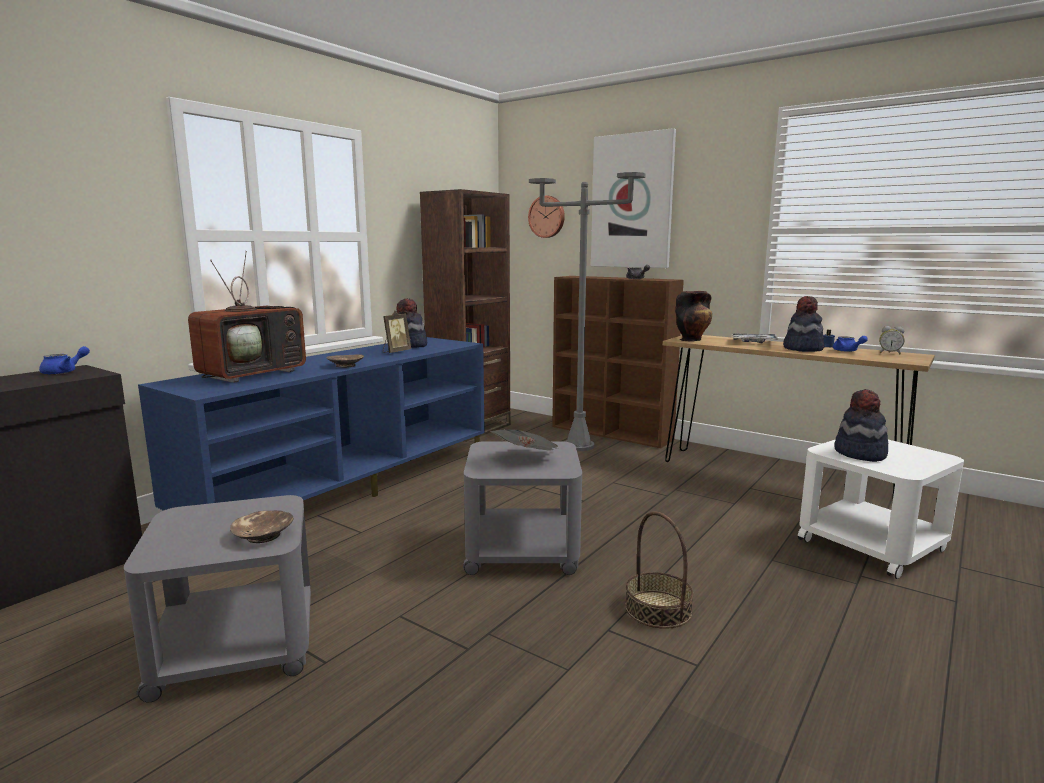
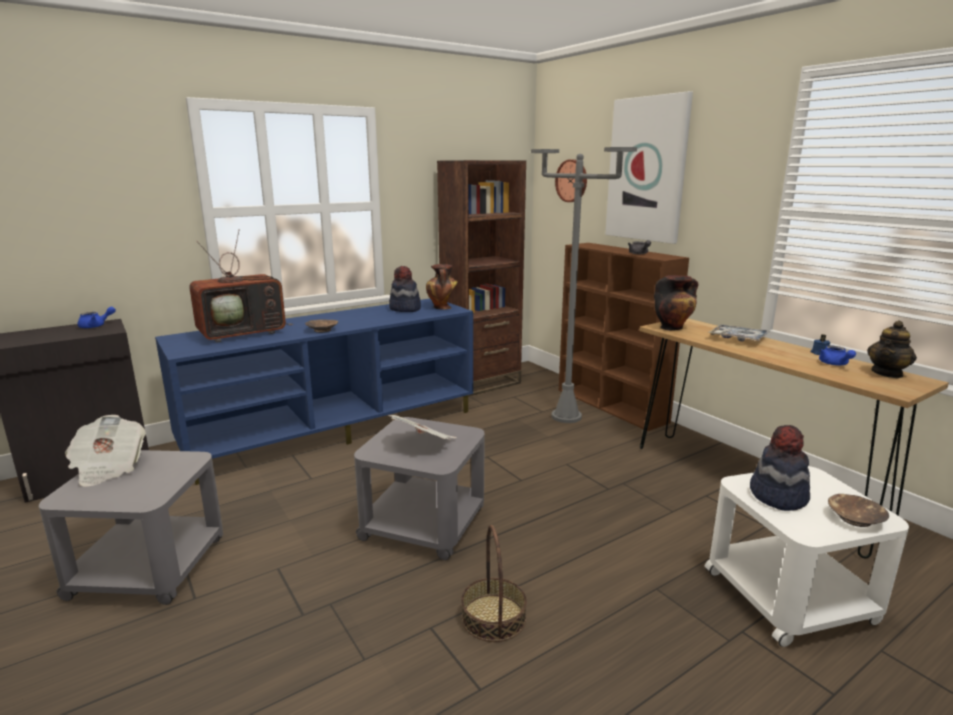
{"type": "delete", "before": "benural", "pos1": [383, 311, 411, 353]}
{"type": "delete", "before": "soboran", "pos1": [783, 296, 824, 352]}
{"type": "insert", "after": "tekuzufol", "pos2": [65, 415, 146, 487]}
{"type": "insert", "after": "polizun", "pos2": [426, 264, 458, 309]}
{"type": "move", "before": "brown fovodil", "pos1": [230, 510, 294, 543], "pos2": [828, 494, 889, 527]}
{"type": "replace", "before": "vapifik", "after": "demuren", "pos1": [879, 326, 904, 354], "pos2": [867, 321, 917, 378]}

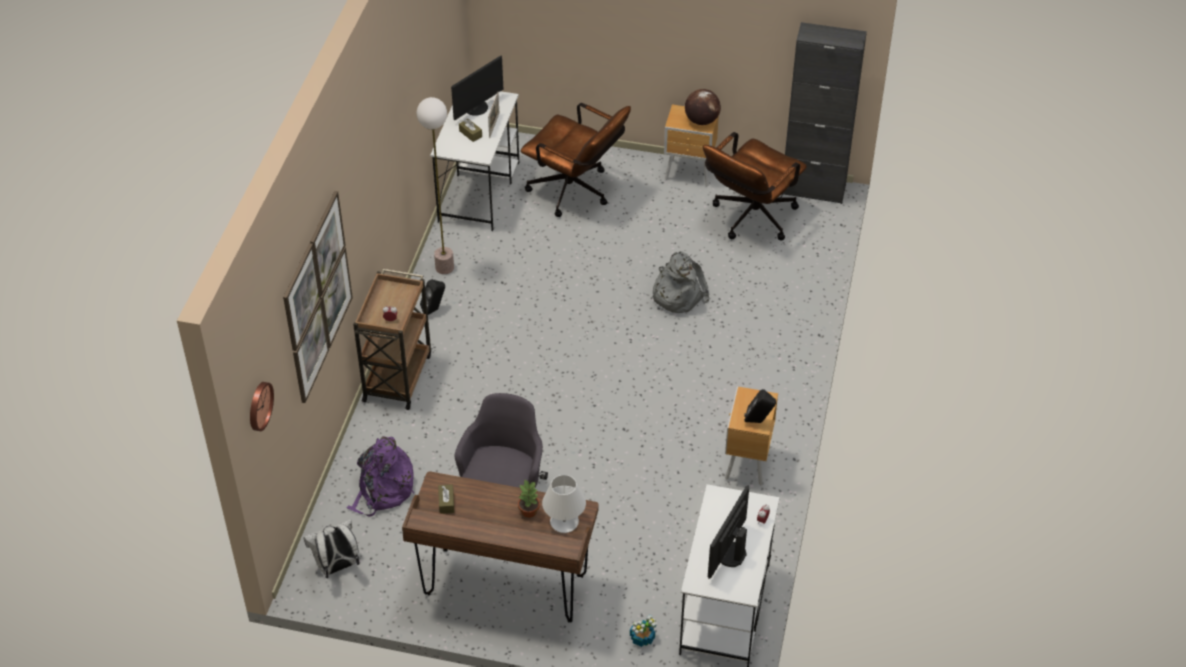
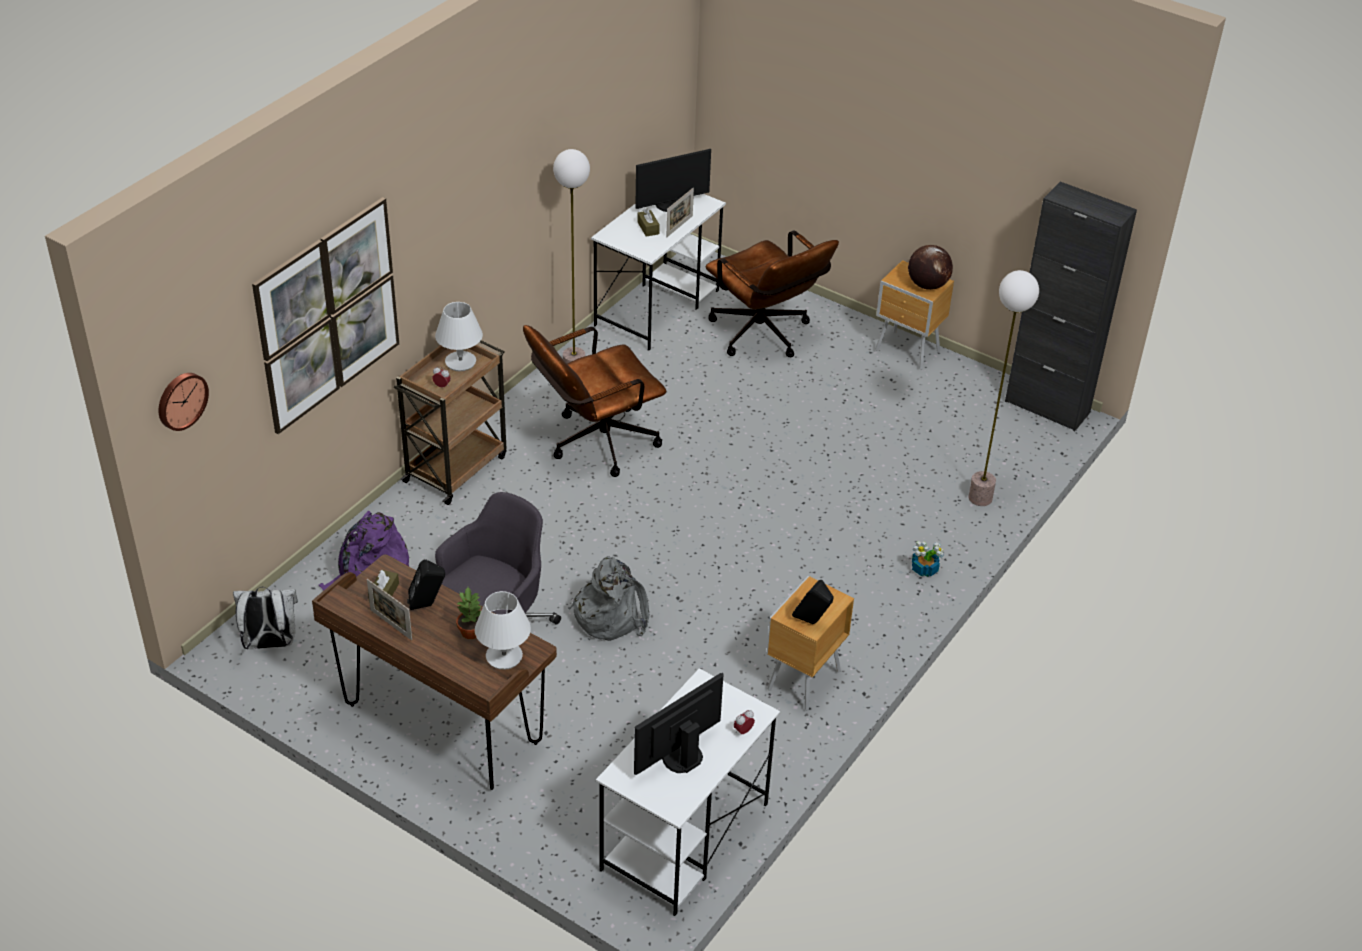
{"type": "insert", "after": "benural", "pos2": [367, 579, 412, 640]}
{"type": "insert", "after": "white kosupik", "pos2": [435, 302, 483, 371]}
{"type": "insert", "after": "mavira", "pos2": [968, 270, 1039, 506]}
{"type": "move", "before": "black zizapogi", "pos1": [420, 279, 445, 315], "pos2": [407, 560, 445, 610]}
{"type": "move", "before": "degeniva", "pos1": [630, 615, 657, 647], "pos2": [912, 541, 944, 577]}
{"type": "move", "before": "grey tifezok", "pos1": [650, 252, 709, 313], "pos2": [568, 556, 649, 641]}
{"type": "move", "before": "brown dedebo", "pos1": [703, 132, 807, 241], "pos2": [523, 325, 667, 477]}

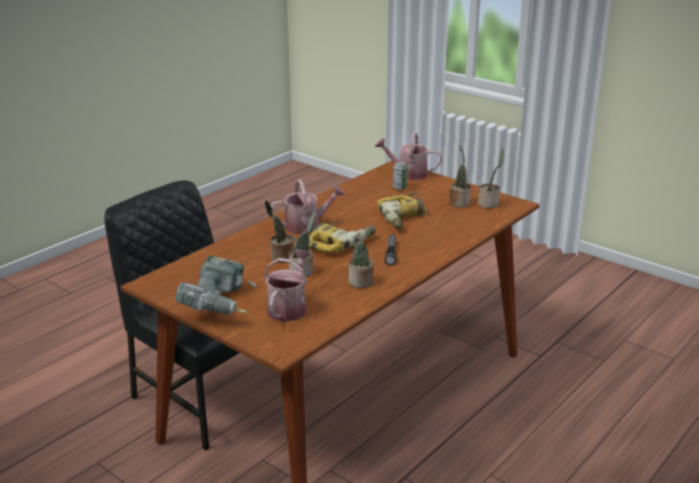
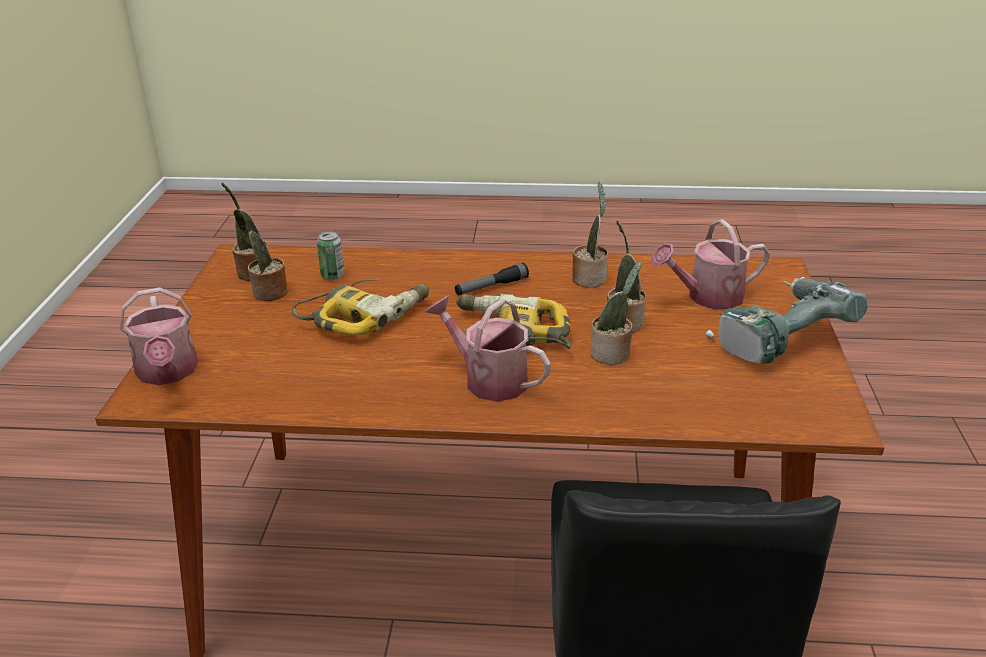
{"type": "move", "before": "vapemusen", "pos1": [393, 162, 407, 190], "pos2": [317, 231, 344, 280]}

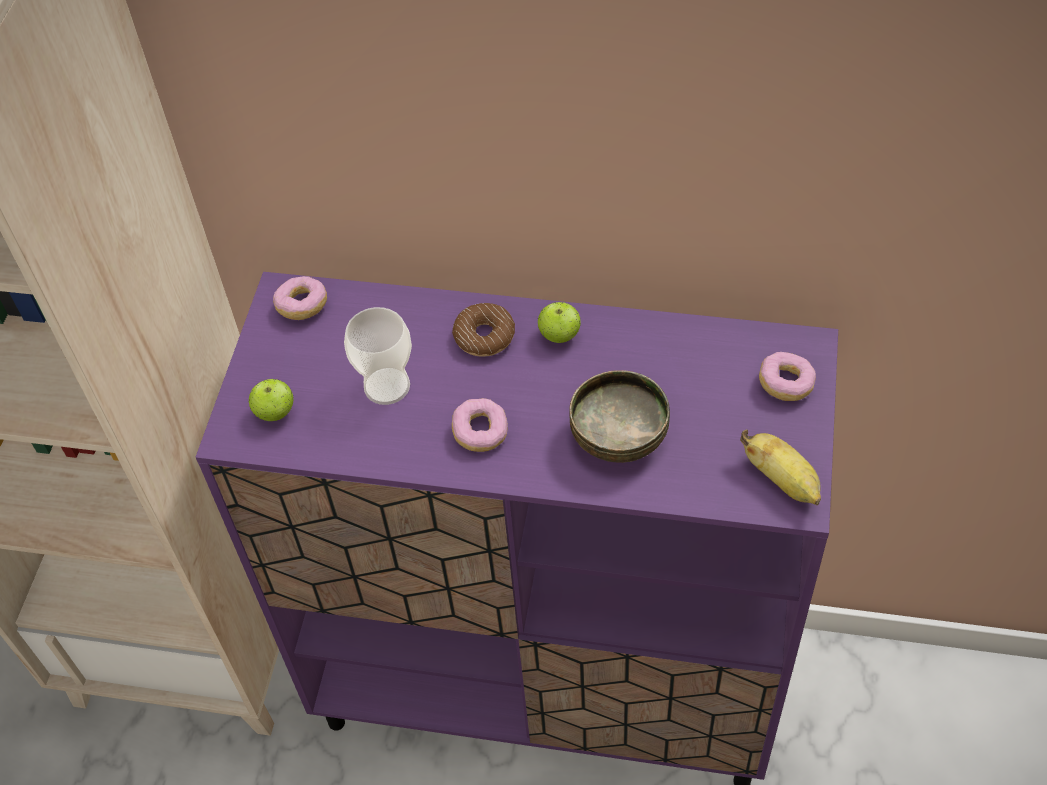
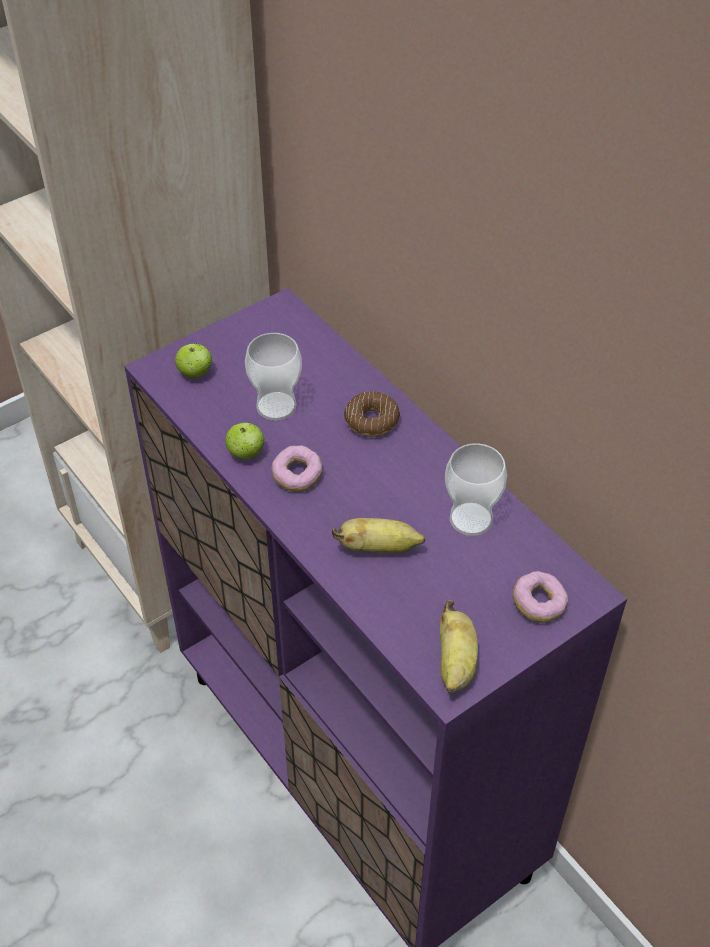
{"type": "delete", "before": "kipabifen", "pos1": [273, 276, 327, 320]}
{"type": "insert", "after": "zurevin", "pos2": [445, 443, 507, 536]}
{"type": "move", "before": "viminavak", "pos1": [538, 302, 581, 343], "pos2": [225, 423, 264, 459]}
{"type": "replace", "before": "fovodil", "after": "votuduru", "pos1": [569, 370, 670, 463], "pos2": [332, 518, 425, 553]}

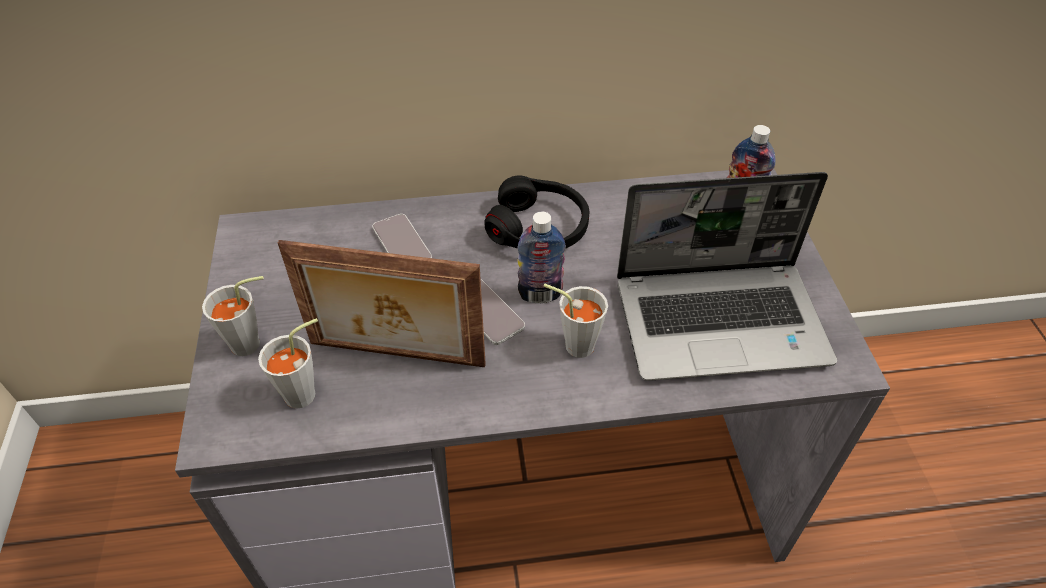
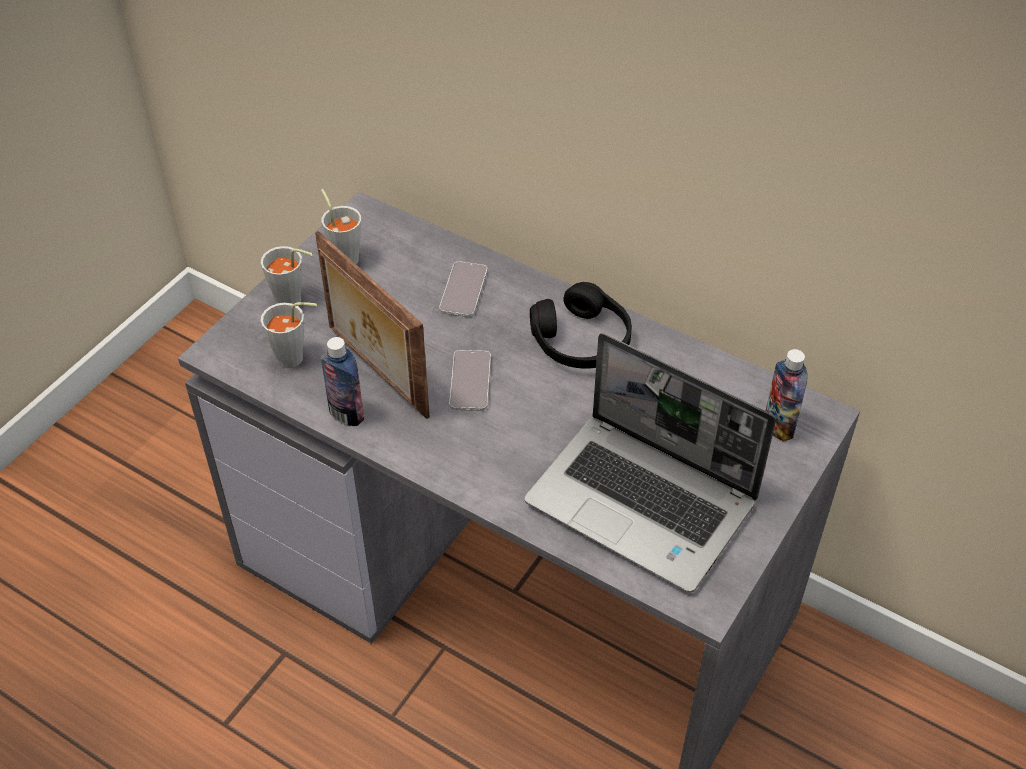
{"type": "move", "before": "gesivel", "pos1": [517, 211, 566, 303], "pos2": [321, 337, 364, 426]}
{"type": "move", "before": "grey zurevin", "pos1": [543, 284, 608, 358], "pos2": [321, 189, 361, 264]}

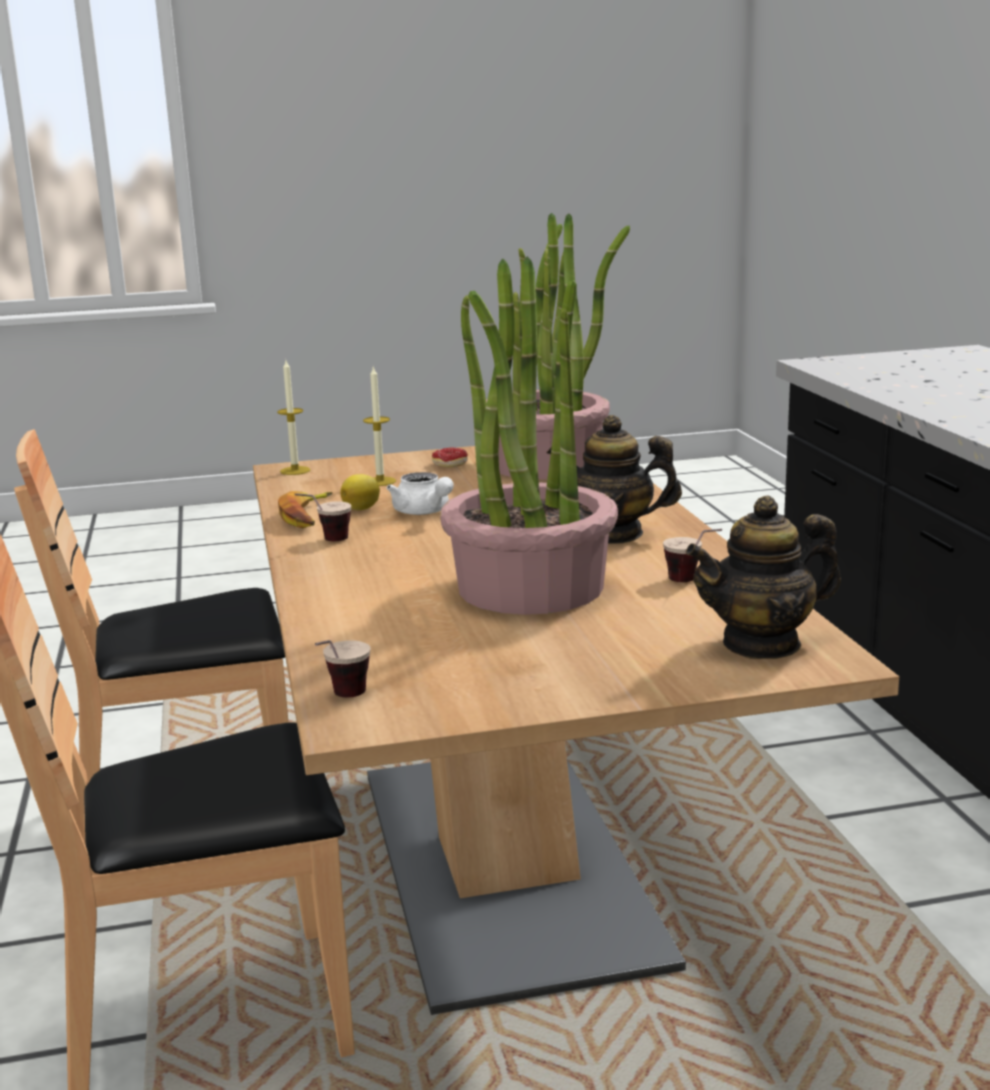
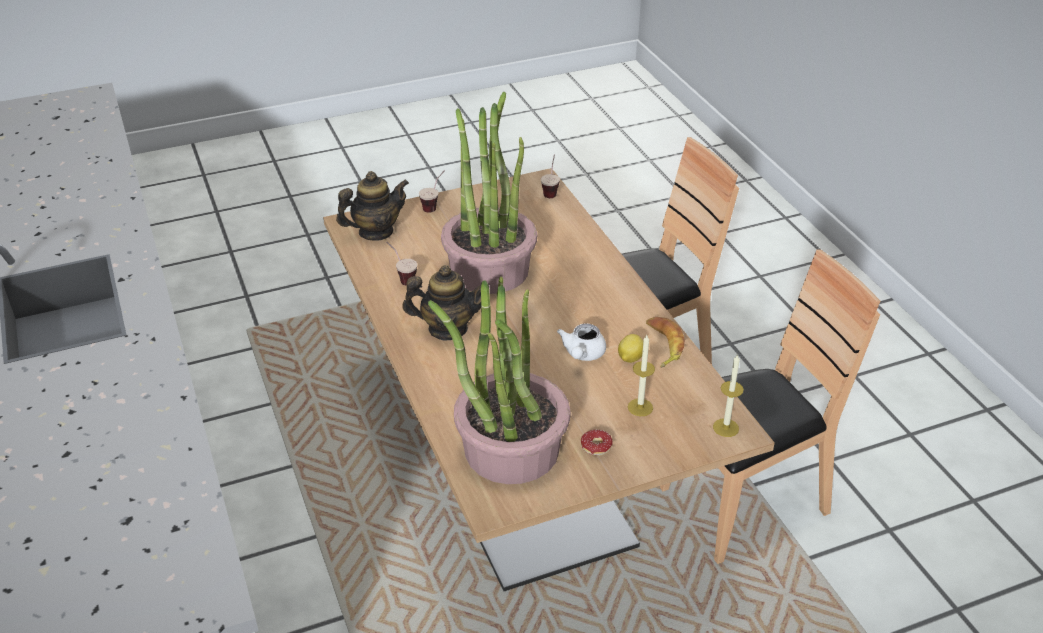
{"type": "move", "before": "zurevin", "pos1": [294, 493, 352, 541], "pos2": [419, 170, 445, 213]}
{"type": "rotate", "before": "white demuren", "pos1": [386, 472, 454, 515], "pos2": [557, 324, 606, 361], "turn": -120}

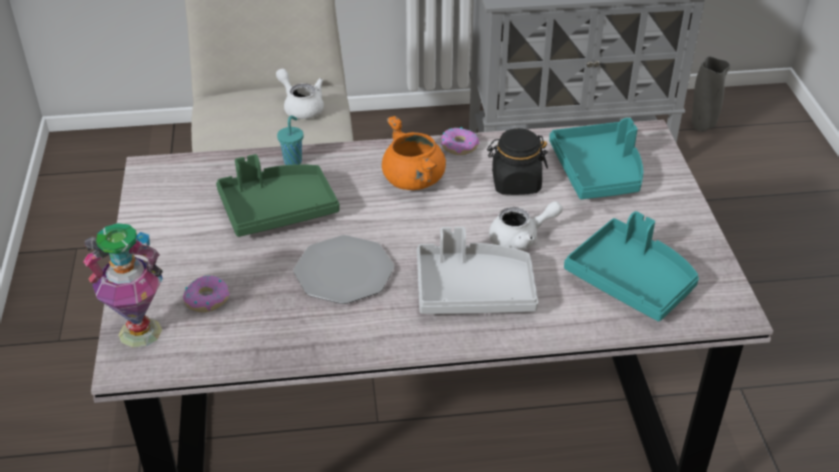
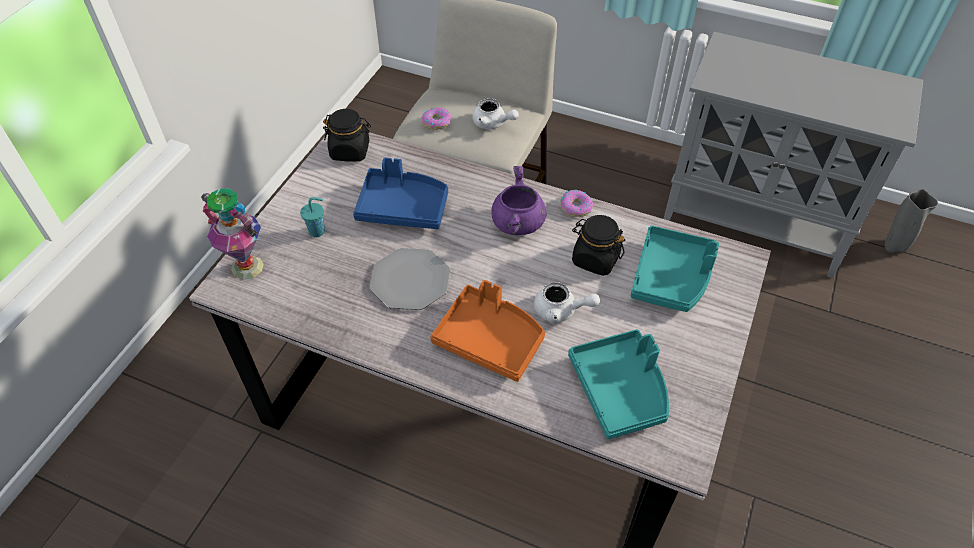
{"type": "insert", "after": "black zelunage", "pos2": [323, 109, 371, 162]}
{"type": "move", "before": "kipabifen", "pos1": [183, 275, 230, 312], "pos2": [421, 107, 451, 130]}
{"type": "move", "before": "turquoise zurevin", "pos1": [277, 115, 303, 165], "pos2": [300, 197, 325, 237]}
{"type": "recolor", "before": "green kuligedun", "after": "blue kuligedun", "pos1": [216, 154, 340, 237], "pos2": [353, 158, 448, 229]}
{"type": "recolor", "before": "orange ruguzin", "after": "purple ruguzin", "pos1": [382, 116, 446, 190], "pos2": [491, 166, 547, 235]}
{"type": "recolor", "before": "grey kuligedun", "after": "orange kuligedun", "pos1": [417, 227, 538, 314], "pos2": [430, 280, 545, 382]}
{"type": "rotate", "before": "white demuren", "pos1": [276, 68, 324, 119], "pos2": [472, 98, 519, 129], "turn": 135}

